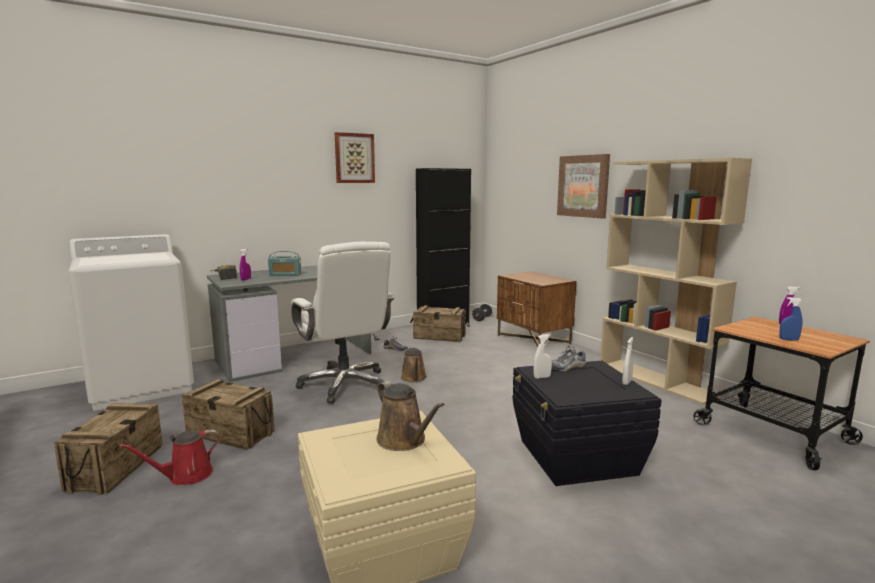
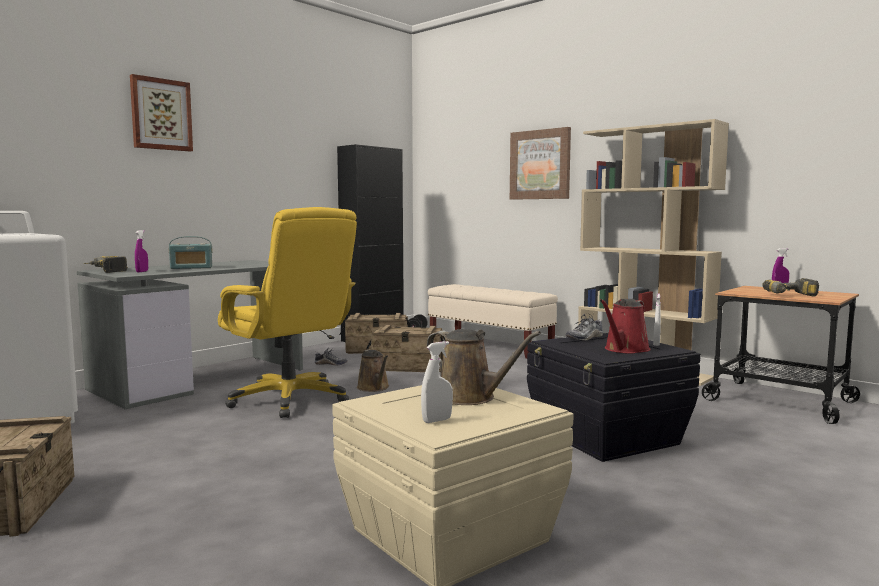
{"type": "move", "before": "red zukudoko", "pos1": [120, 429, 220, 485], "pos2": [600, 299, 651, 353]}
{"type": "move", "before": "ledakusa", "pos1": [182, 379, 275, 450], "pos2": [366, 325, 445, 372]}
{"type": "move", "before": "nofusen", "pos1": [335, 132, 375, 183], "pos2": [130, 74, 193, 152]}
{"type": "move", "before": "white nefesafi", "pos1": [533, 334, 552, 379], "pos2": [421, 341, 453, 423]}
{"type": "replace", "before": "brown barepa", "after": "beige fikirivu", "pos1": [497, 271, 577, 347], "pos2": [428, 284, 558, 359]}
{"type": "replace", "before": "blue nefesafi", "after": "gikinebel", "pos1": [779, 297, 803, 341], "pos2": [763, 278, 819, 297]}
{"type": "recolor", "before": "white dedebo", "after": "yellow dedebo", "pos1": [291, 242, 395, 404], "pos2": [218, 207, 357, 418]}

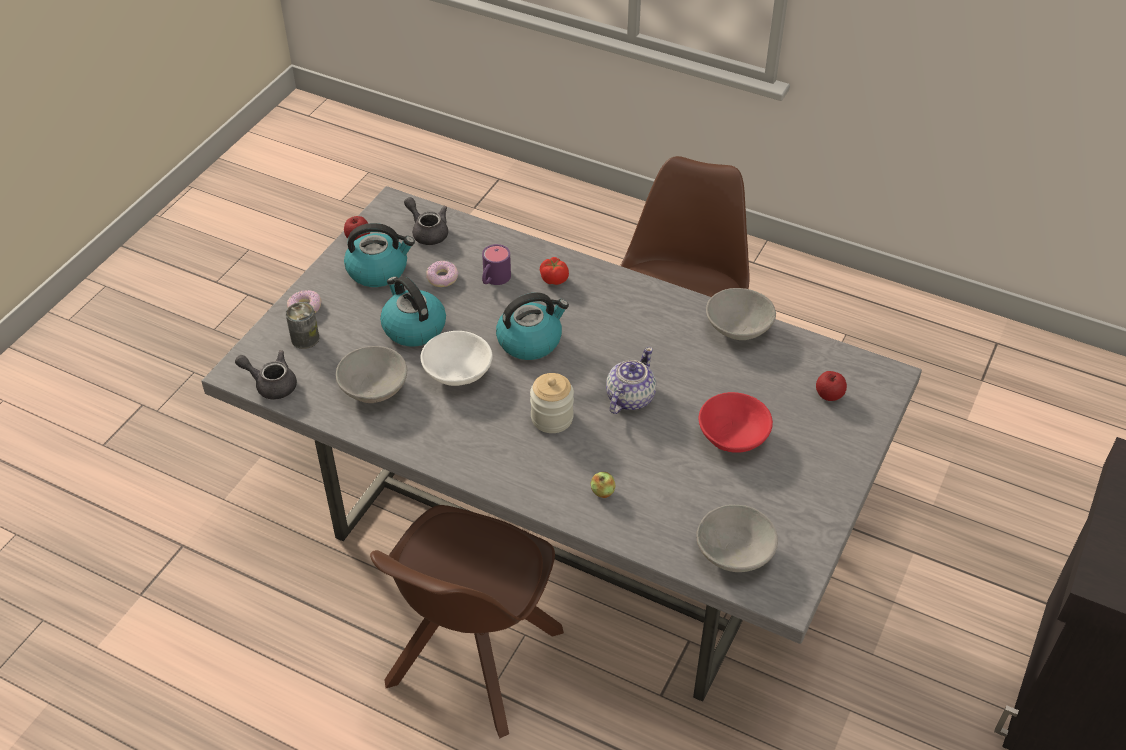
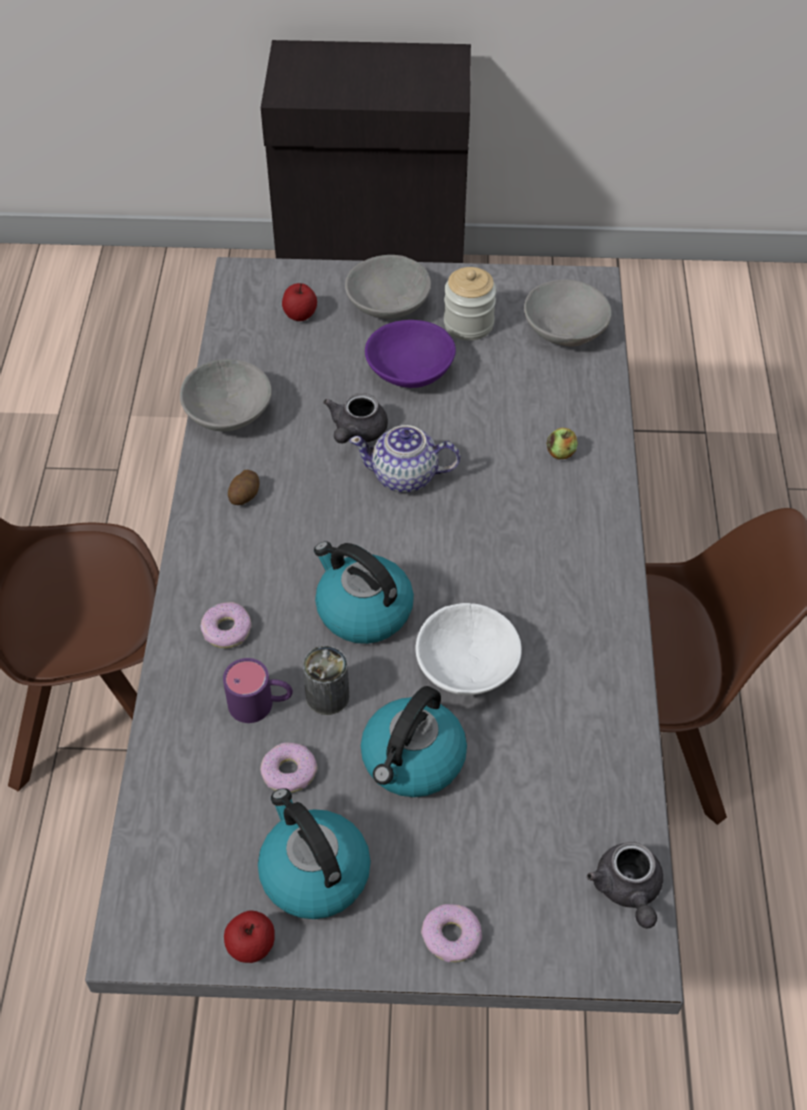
{"type": "insert", "after": "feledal", "pos2": [228, 470, 259, 505]}
{"type": "move", "before": "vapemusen", "pos1": [286, 302, 319, 349], "pos2": [303, 646, 349, 715]}
{"type": "move", "before": "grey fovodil", "pos1": [336, 346, 407, 403], "pos2": [345, 255, 431, 319]}
{"type": "move", "before": "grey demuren", "pos1": [404, 197, 448, 245], "pos2": [323, 393, 388, 443]}
{"type": "move", "before": "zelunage", "pos1": [530, 373, 574, 433], "pos2": [444, 267, 496, 341]}
{"type": "replace", "before": "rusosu", "after": "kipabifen", "pos1": [540, 257, 569, 285], "pos2": [201, 602, 251, 648]}
{"type": "recolor", "before": "red fovodil", "after": "purple fovodil", "pos1": [699, 392, 773, 453], "pos2": [365, 320, 456, 388]}

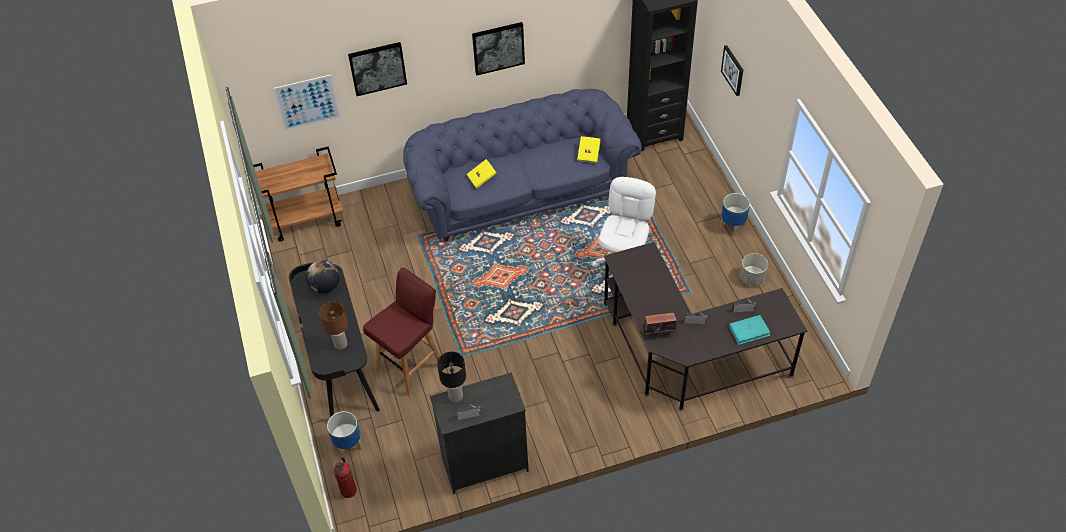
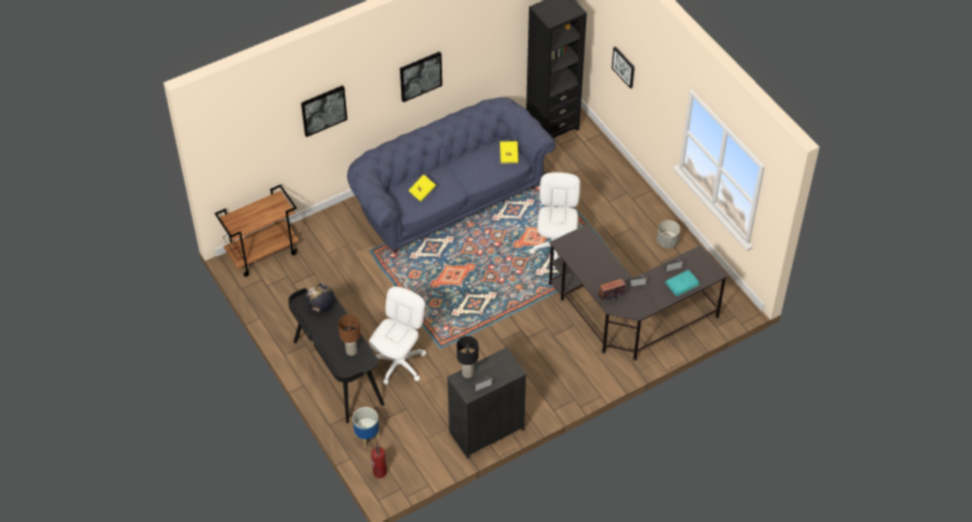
{"type": "delete", "before": "nofusen", "pos1": [273, 74, 341, 131]}
{"type": "delete", "before": "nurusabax", "pos1": [720, 193, 750, 236]}
{"type": "replace", "before": "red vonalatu", "after": "white dedebo", "pos1": [363, 267, 440, 397], "pos2": [369, 286, 426, 385]}

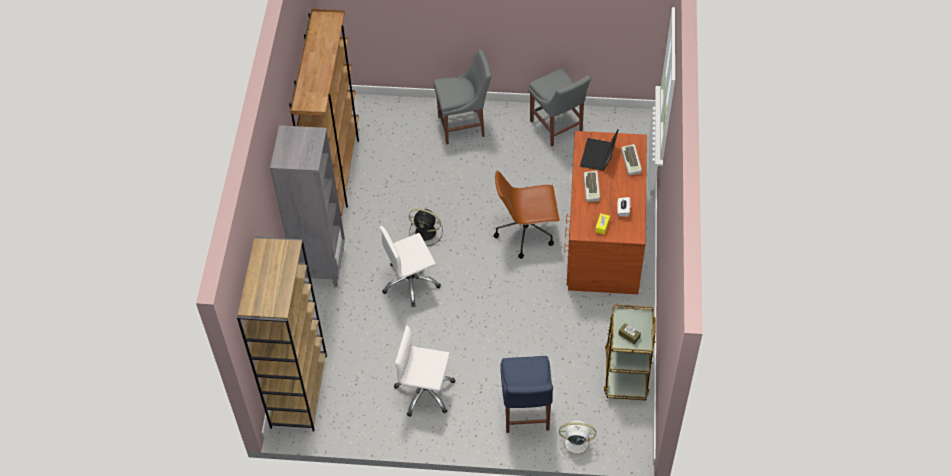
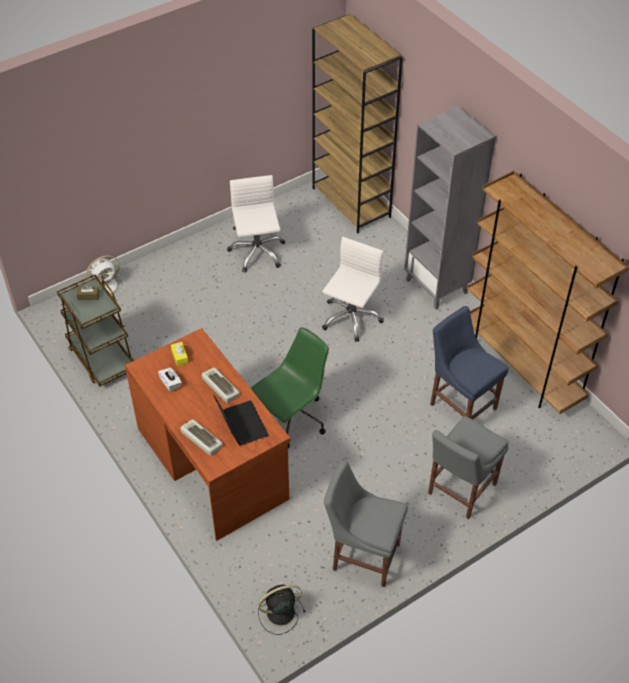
{"type": "move", "before": "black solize", "pos1": [409, 209, 443, 246], "pos2": [258, 584, 306, 635]}
{"type": "move", "before": "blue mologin", "pos1": [500, 356, 553, 433], "pos2": [430, 306, 509, 420]}
{"type": "recolor", "before": "brown dedebo", "after": "green dedebo", "pos1": [494, 170, 560, 259], "pos2": [251, 327, 329, 448]}
{"type": "rotate", "before": "white dedebo", "pos1": [394, 326, 455, 417], "pos2": [227, 175, 285, 273], "turn": -75}

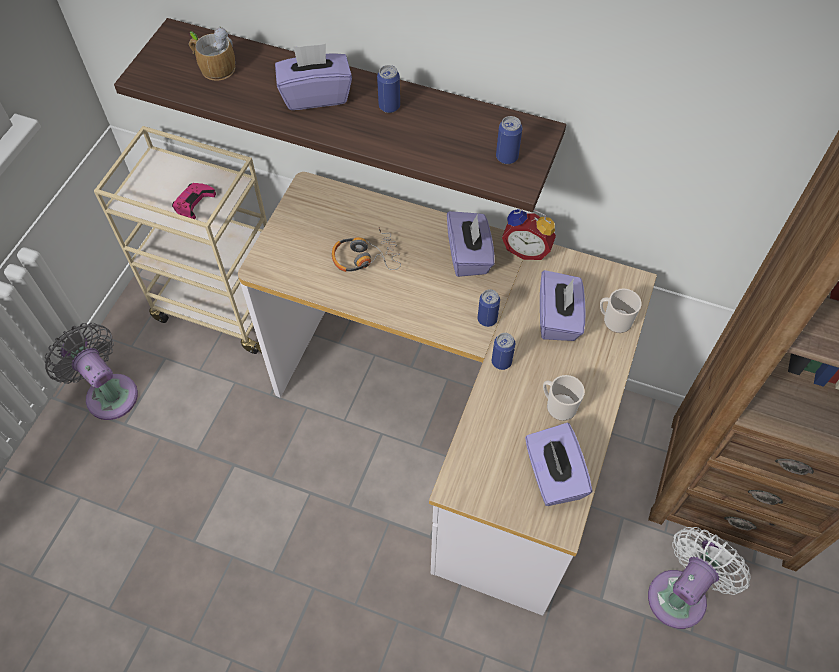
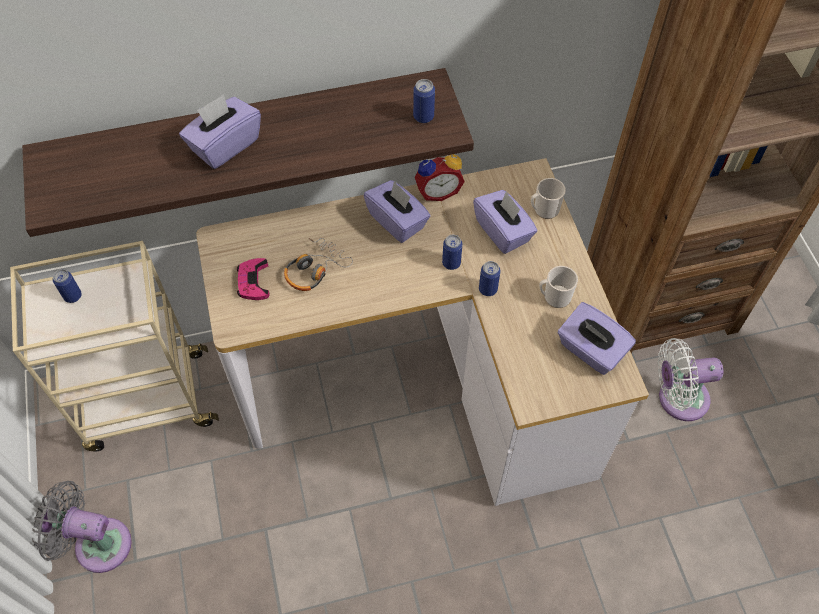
{"type": "delete", "before": "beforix", "pos1": [189, 26, 235, 81]}
{"type": "move", "before": "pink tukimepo", "pos1": [172, 183, 216, 219], "pos2": [237, 258, 270, 300]}
{"type": "move", "before": "vapemusen", "pos1": [377, 65, 400, 113], "pos2": [53, 269, 82, 303]}
{"type": "rotate", "before": "white solize", "pos1": [648, 527, 751, 629], "pos2": [658, 338, 723, 421], "turn": -105}

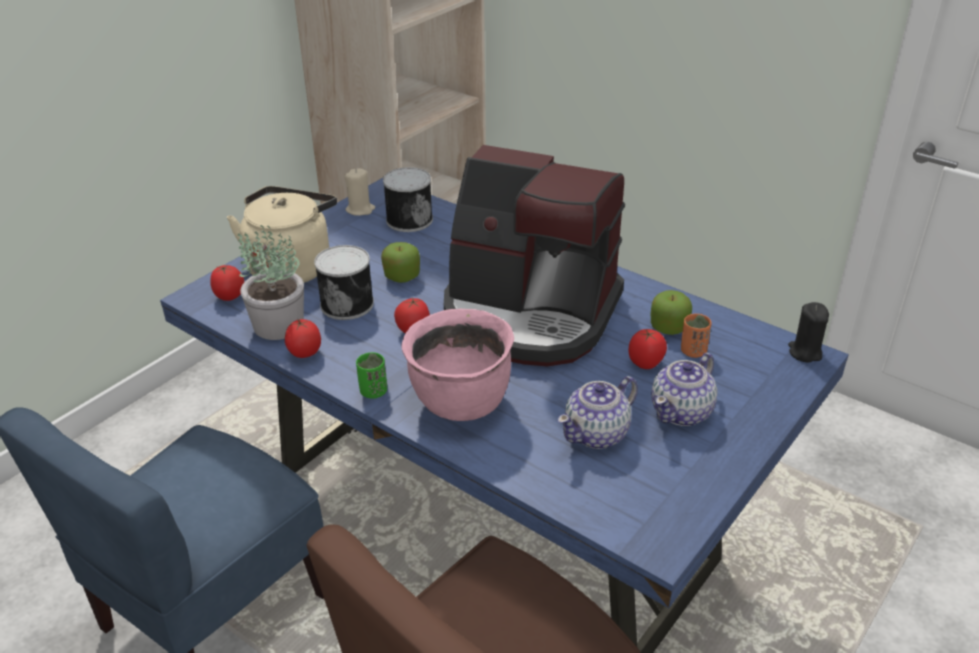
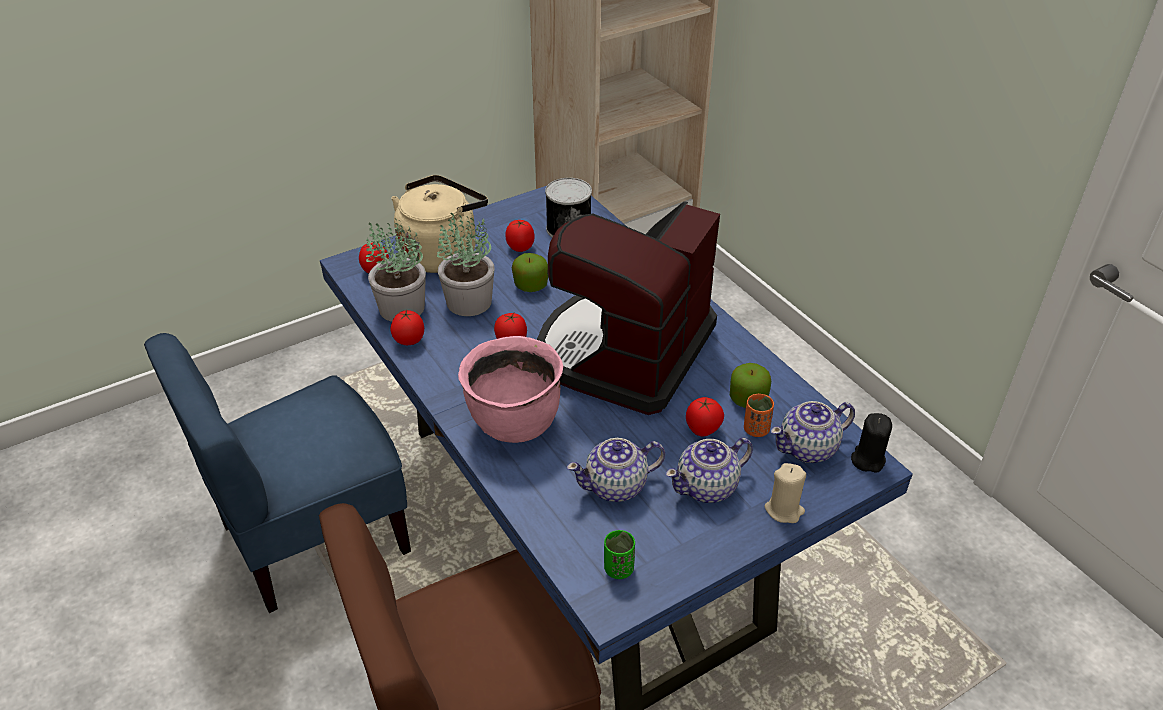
{"type": "insert", "after": "rusosu", "pos2": [505, 220, 535, 252]}
{"type": "insert", "after": "demuren", "pos2": [771, 401, 855, 463]}
{"type": "move", "before": "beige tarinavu", "pos1": [344, 168, 375, 216], "pos2": [764, 463, 806, 523]}
{"type": "move", "before": "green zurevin", "pos1": [356, 352, 387, 399], "pos2": [604, 530, 635, 579]}
{"type": "replace", "before": "vapemusen", "after": "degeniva", "pos1": [314, 245, 374, 320], "pos2": [437, 213, 494, 316]}
{"type": "rotate", "before": "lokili", "pos1": [444, 145, 625, 367], "pos2": [537, 201, 720, 415], "turn": 75}

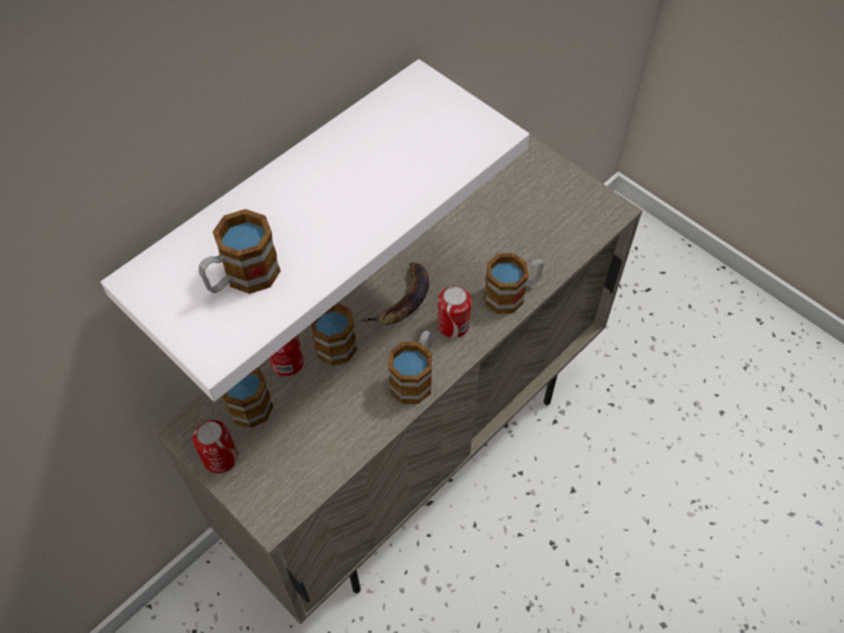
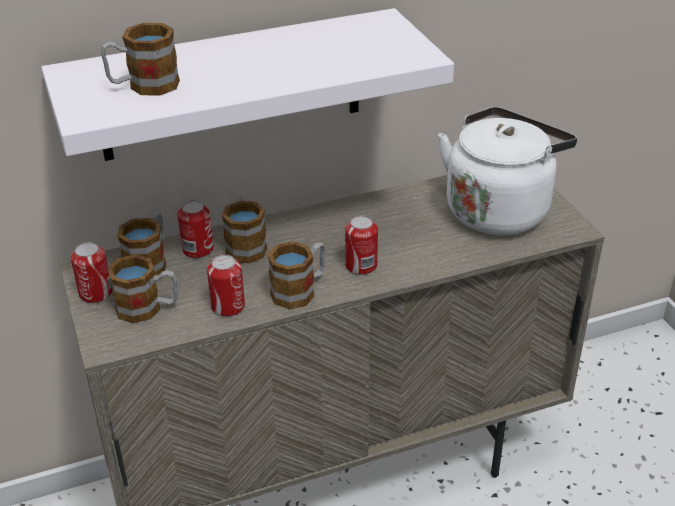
{"type": "delete", "before": "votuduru", "pos1": [361, 262, 429, 325]}
{"type": "insert", "after": "vapemusen", "pos2": [207, 255, 245, 317]}
{"type": "insert", "after": "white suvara", "pos2": [438, 107, 577, 235]}
{"type": "move", "before": "beforix", "pos1": [484, 253, 544, 314], "pos2": [108, 254, 178, 324]}

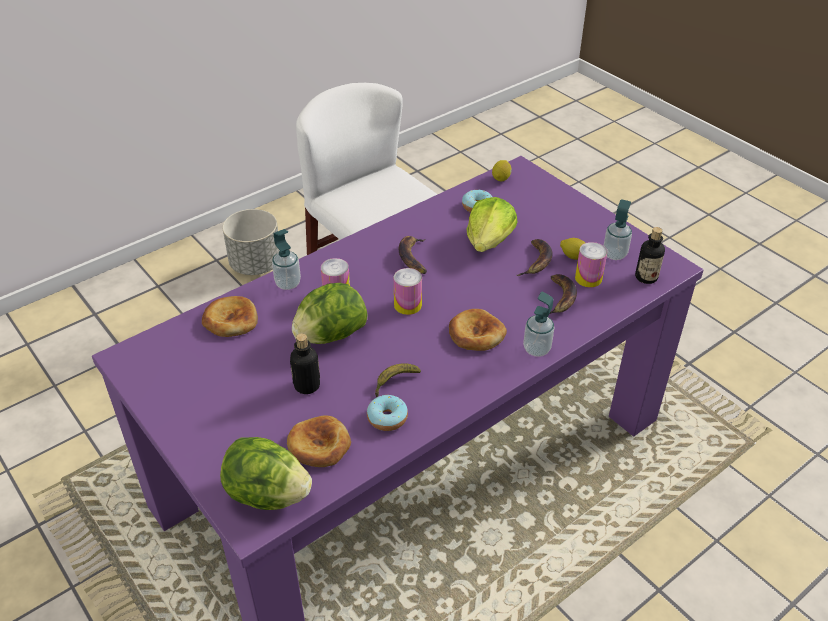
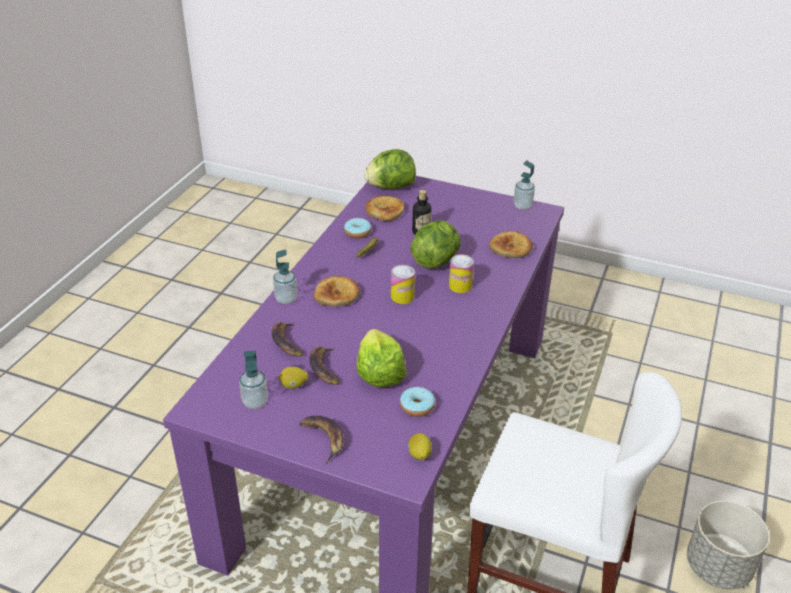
{"type": "delete", "before": "vapemusen", "pos1": [575, 242, 607, 288]}
{"type": "delete", "before": "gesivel", "pos1": [635, 227, 665, 284]}
{"type": "move", "before": "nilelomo", "pos1": [272, 229, 301, 290], "pos2": [513, 160, 535, 210]}
{"type": "move", "before": "votuduru", "pos1": [398, 236, 427, 274], "pos2": [299, 416, 344, 464]}

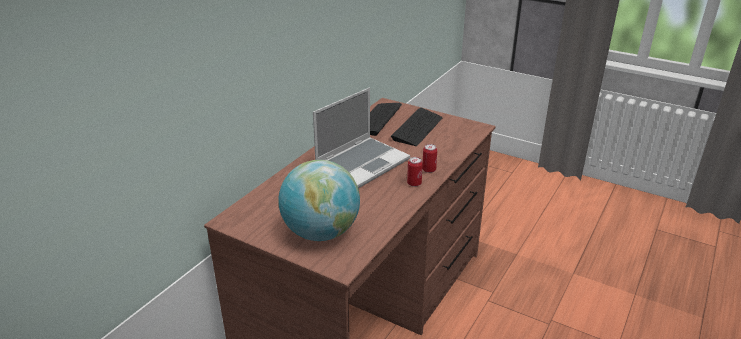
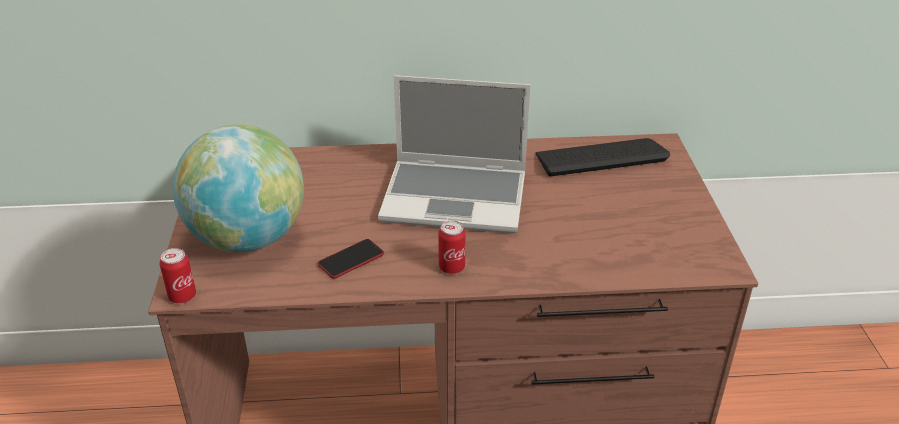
{"type": "delete", "before": "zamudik", "pos1": [391, 108, 442, 146]}
{"type": "insert", "after": "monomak", "pos2": [318, 239, 384, 279]}
{"type": "move", "before": "vapemusen", "pos1": [422, 144, 437, 173], "pos2": [159, 248, 196, 304]}

